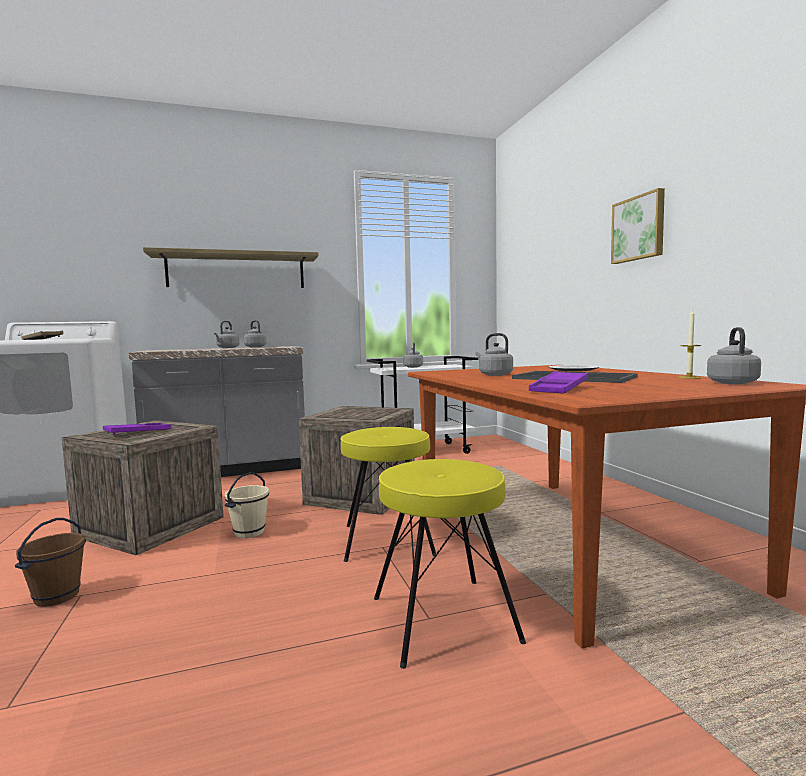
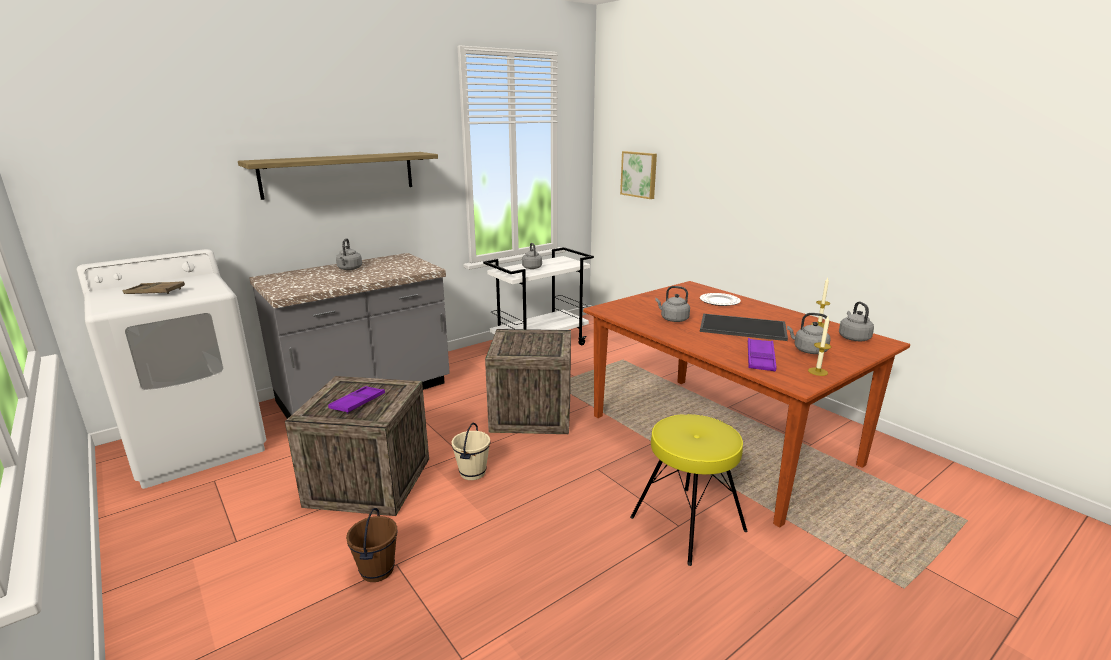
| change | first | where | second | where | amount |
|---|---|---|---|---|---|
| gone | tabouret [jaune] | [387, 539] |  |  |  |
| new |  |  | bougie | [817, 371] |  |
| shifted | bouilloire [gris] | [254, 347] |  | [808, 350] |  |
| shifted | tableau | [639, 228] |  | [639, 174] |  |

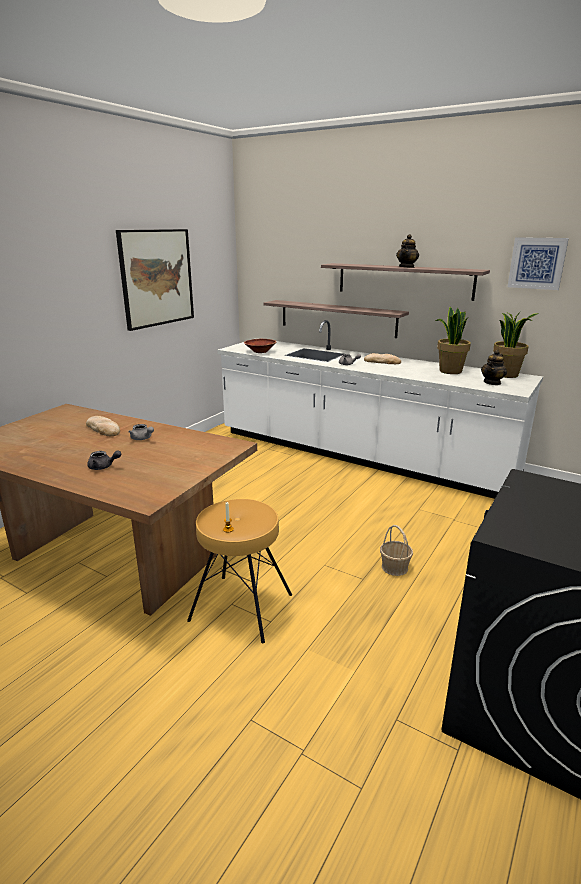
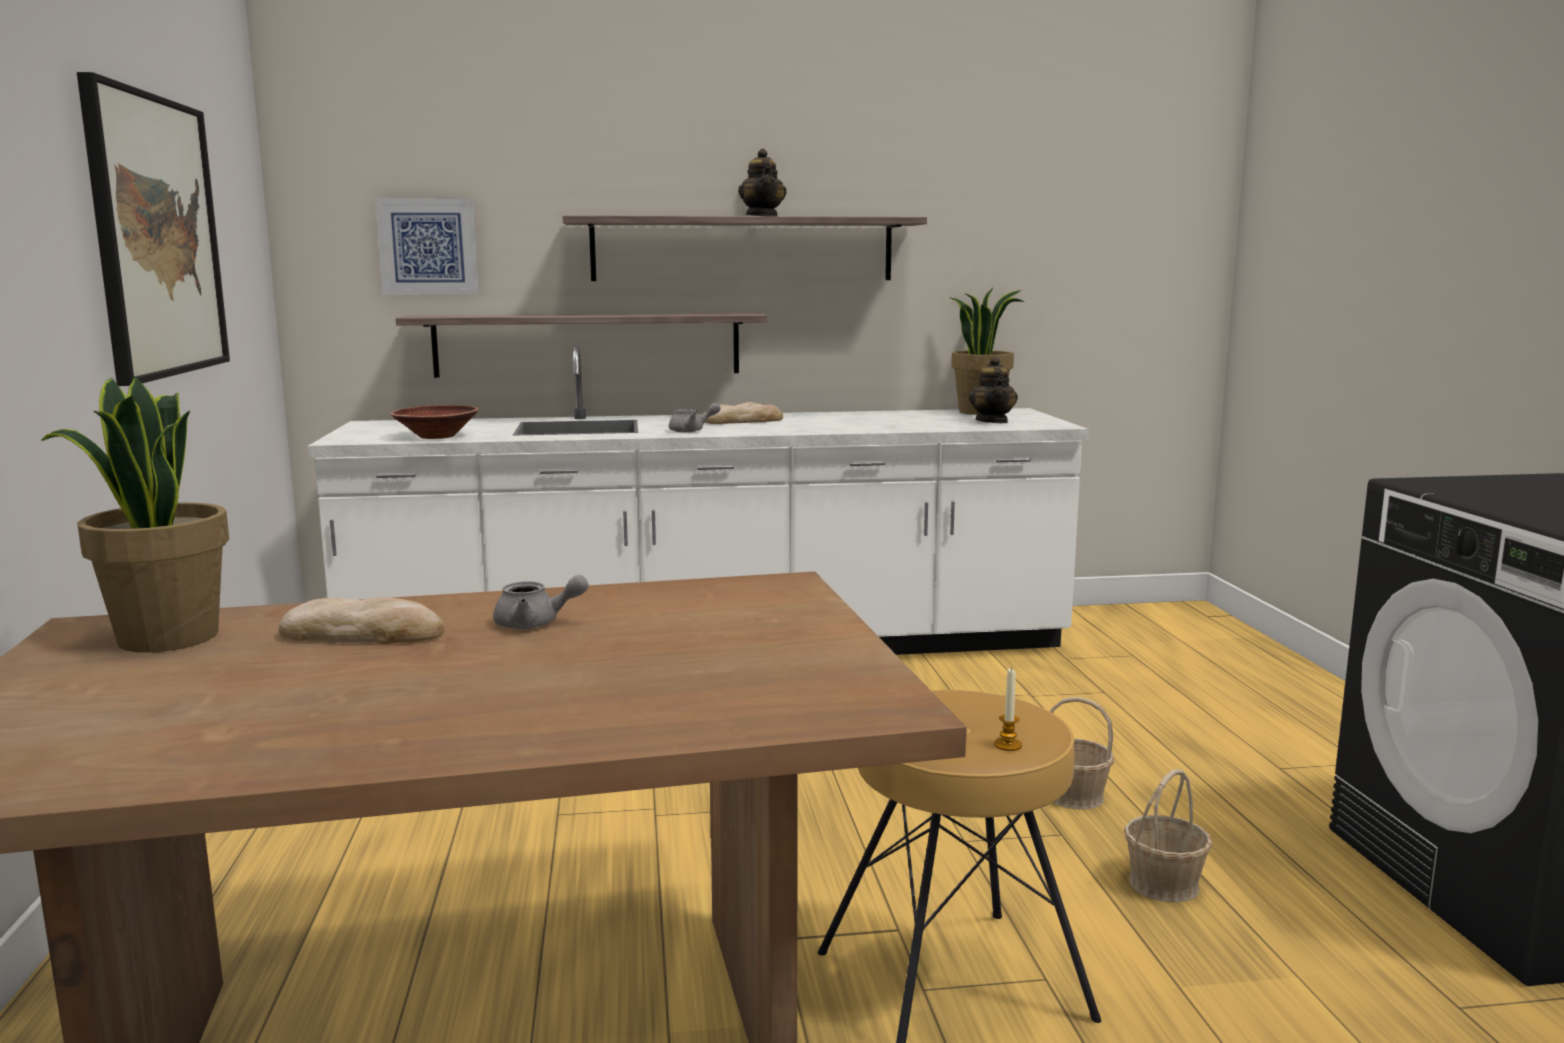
| change | first | where | second | where | amount |
|---|---|---|---|---|---|
| gone | théière [gris] | [103, 467] |  |  |  |
| new |  |  | panier | [1164, 884] |  |
| shifted | plante en pot | [450, 371] |  | [166, 638] |  |
| shifted | tableau | [537, 263] |  | [428, 247] |  |

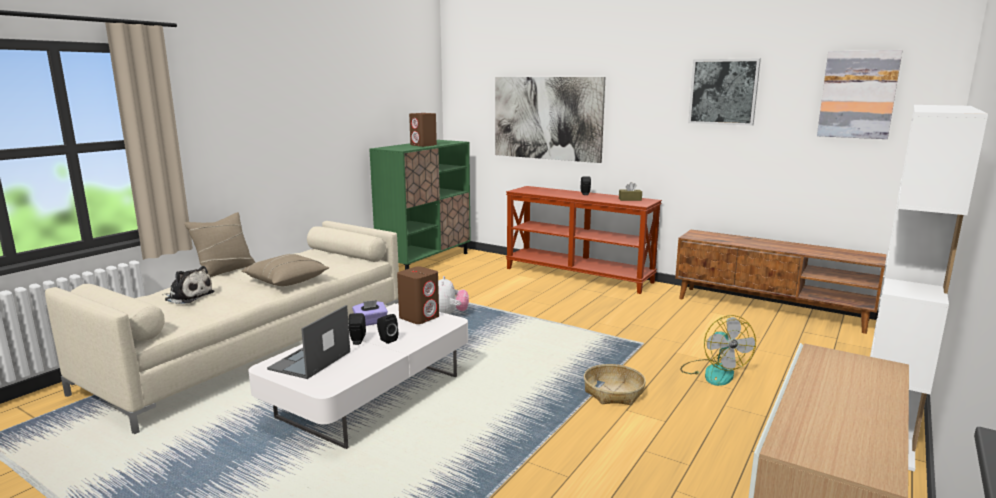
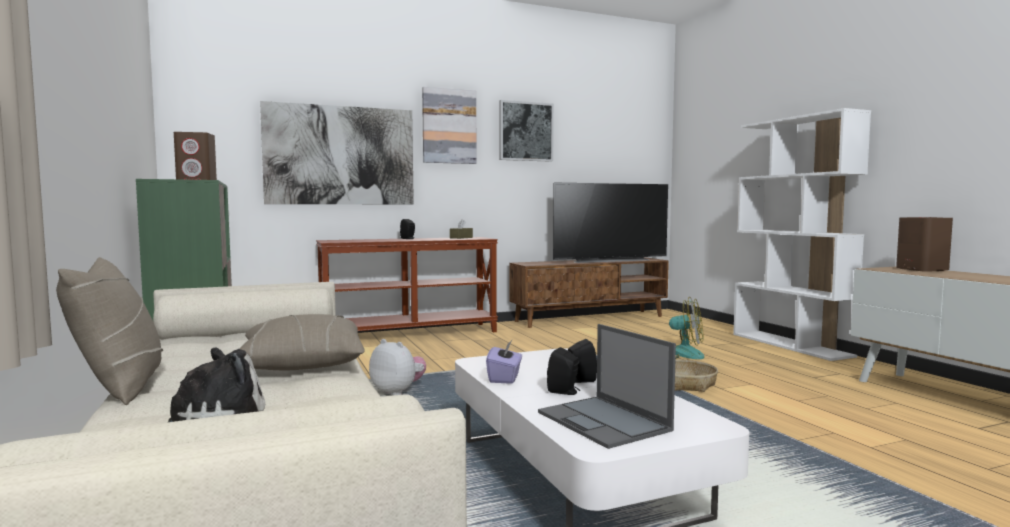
| change | first | where | second | where | amount |
|---|---|---|---|---|---|
| new |  |  | téléviseur | [609, 260] |  |
| shifted | enceinte [marron] | [419, 317] |  | [921, 269] |  |
| shifted | tableau | [858, 94] |  | [449, 126] |  |

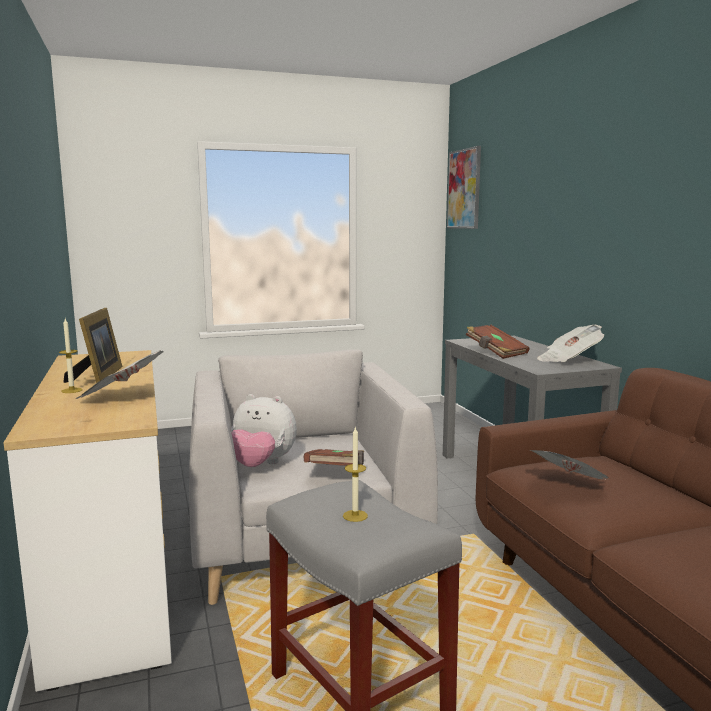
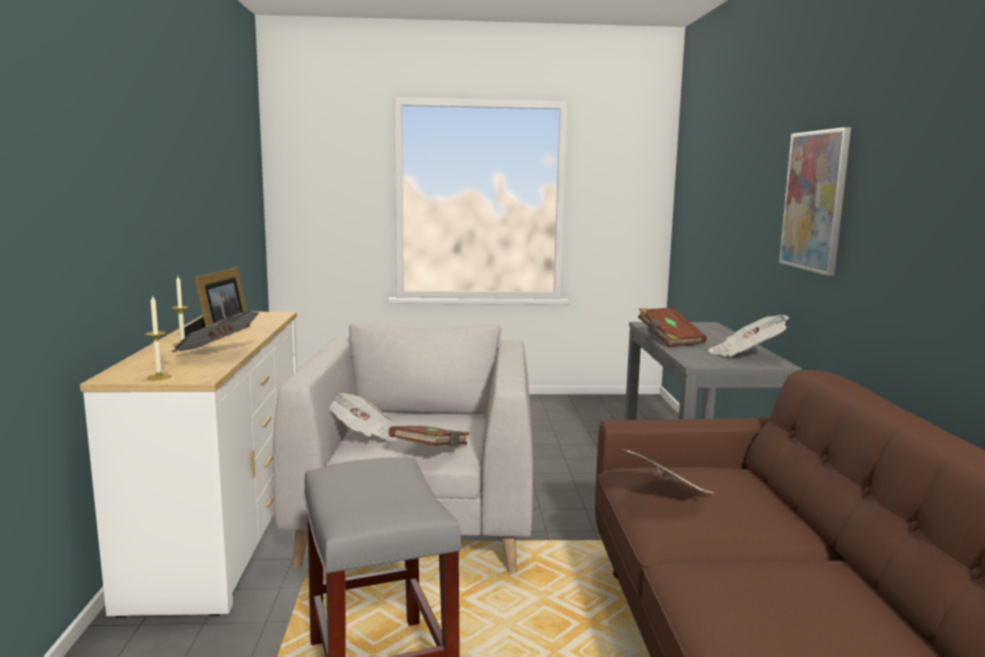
| change | first | where | second | where | amount |
|---|---|---|---|---|---|
| shifted | bougie | [355, 516] |  | [159, 377] |  |
| shifted | tableau | [464, 189] |  | [814, 201] |  |
| swapped | peluche | [261, 465] | journal | [364, 436] |  |

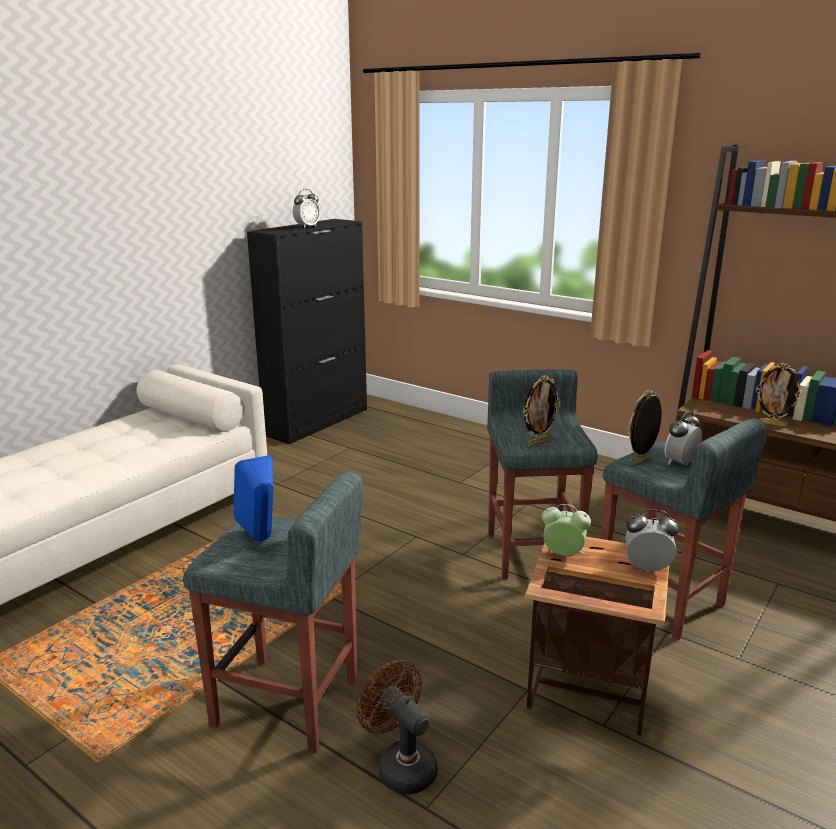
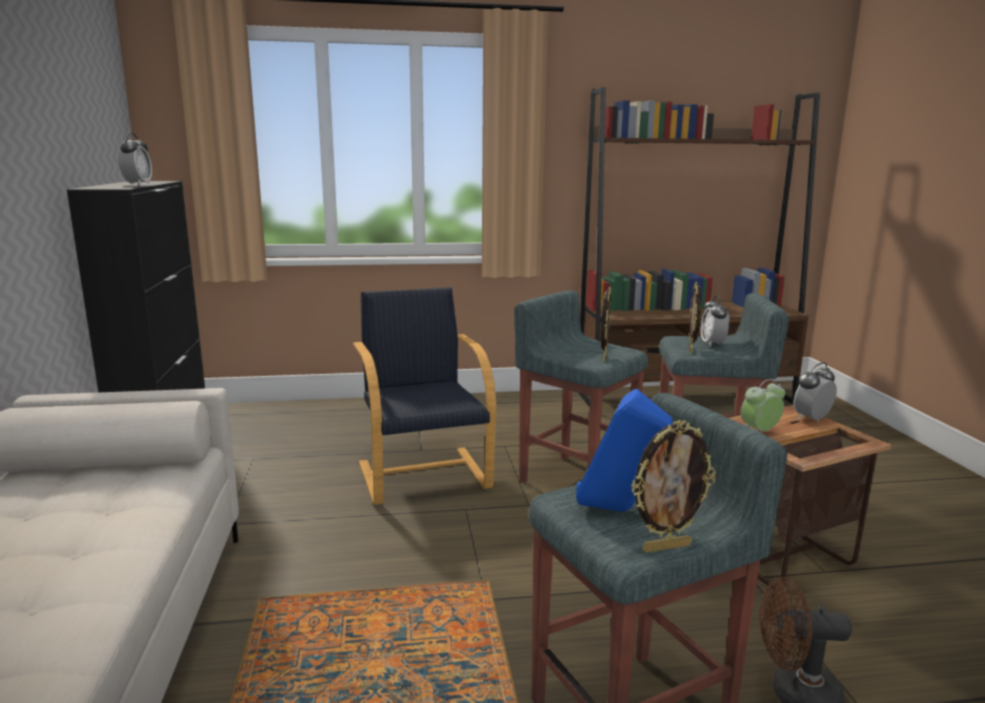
| change | first | where | second | where | amount |
|---|---|---|---|---|---|
| new |  |  | fauteuil [noir] | [423, 474] |  |
| shifted | cadre photo | [773, 424] |  | [666, 547] |  |

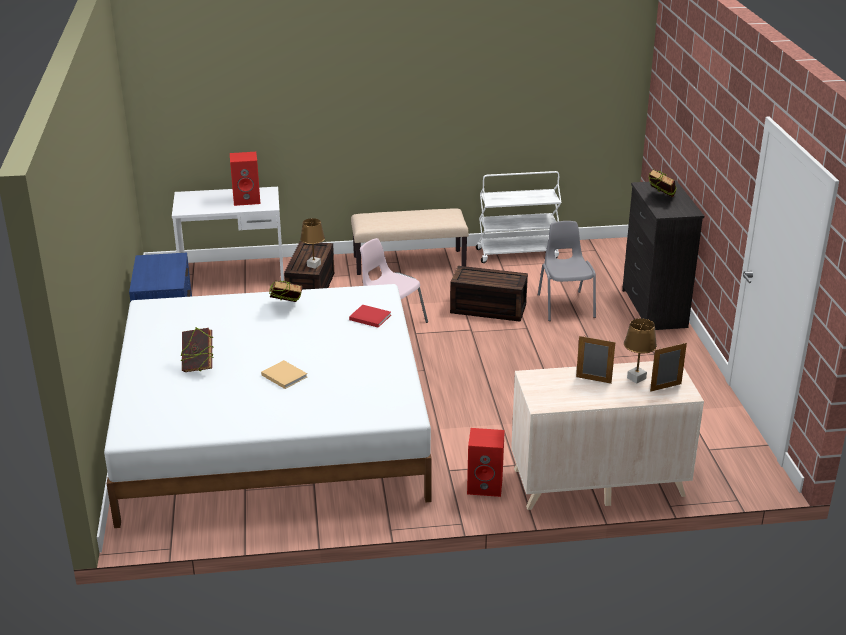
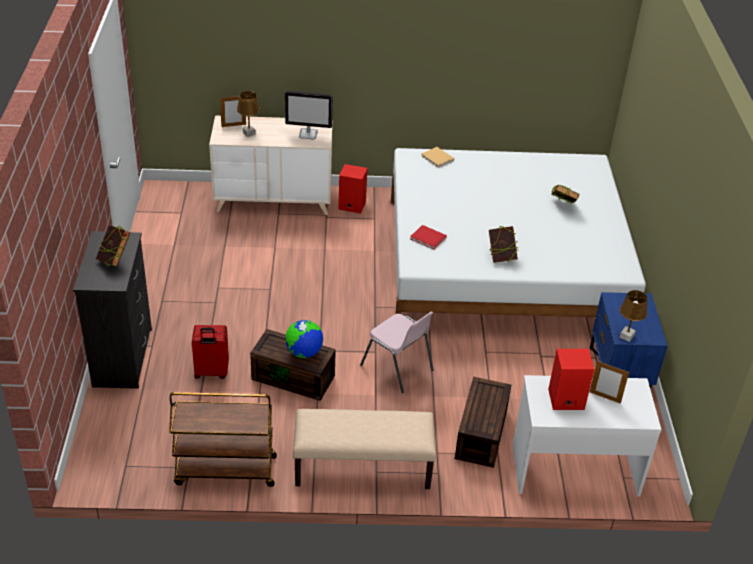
| change | first | where | second | where | amount |
|---|---|---|---|---|---|
| new |  |  | écran d'ordinateur | [308, 134] |  |
| new |  |  | globe | [304, 352] |  |
| shifted | livre [beige] | [283, 375] |  | [438, 159] |  |
| shifted | lampe de table [marron] | [313, 265] |  | [627, 336] |  |
| shifted | cadre photo | [593, 380] |  | [604, 397] |  |
| swapped | chaise [gris] | [565, 305] | valise [rouge] | [211, 372] |  |
| repainted | chariot [blanc] | [517, 253] | chariot [marron] | [225, 471] |  |

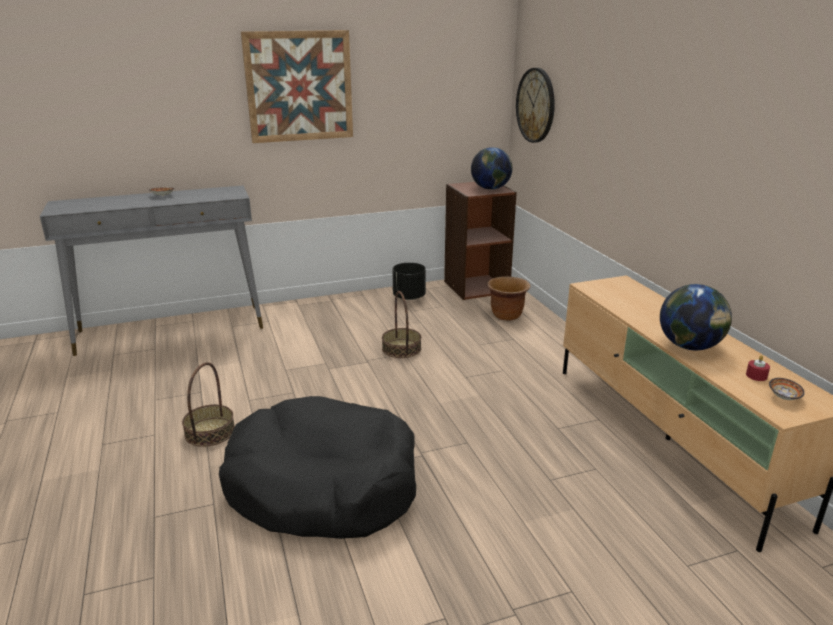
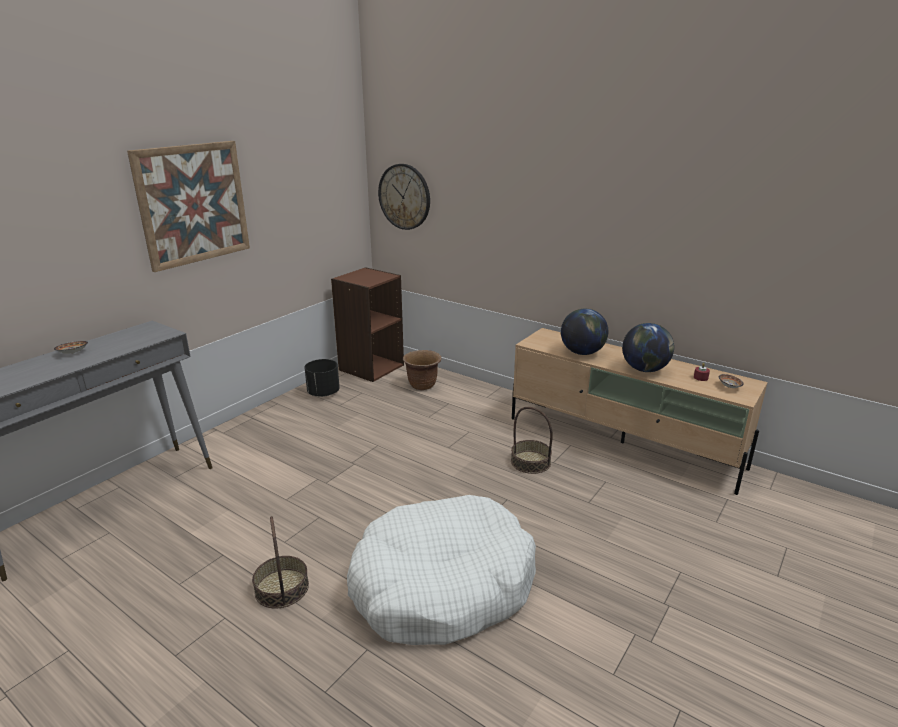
| change | first | where | second | where | amount |
|---|---|---|---|---|---|
| shifted | panier | [401, 349] |  | [530, 462] |  |
| shifted | globe | [490, 188] |  | [582, 352] |  |
| repainted | panier pour chien [noir] | [322, 486] | panier pour chien [blanc] | [442, 585] |  |

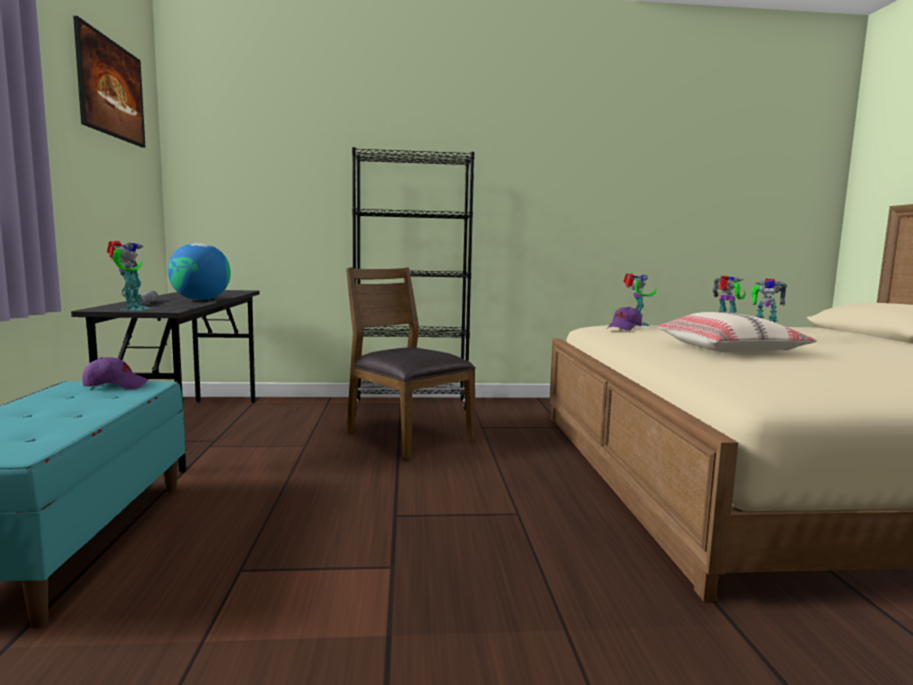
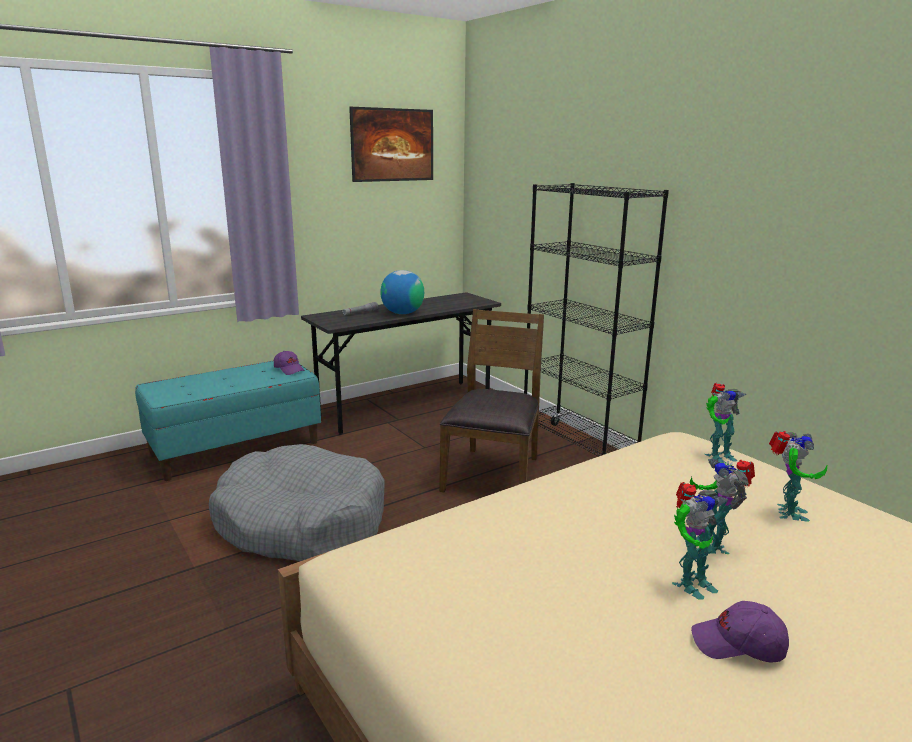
| change | first | where | second | where | amount |
|---|---|---|---|---|---|
| gone | coussin [beige] | [729, 349] |  |  |  |
| new |  |  | panier pour chien [gris] | [301, 522] |  |
| shifted | robot jouet | [132, 309] |  | [690, 583] |  |
| shifted | casquette [violet] | [624, 328] |  | [738, 645] |  |

